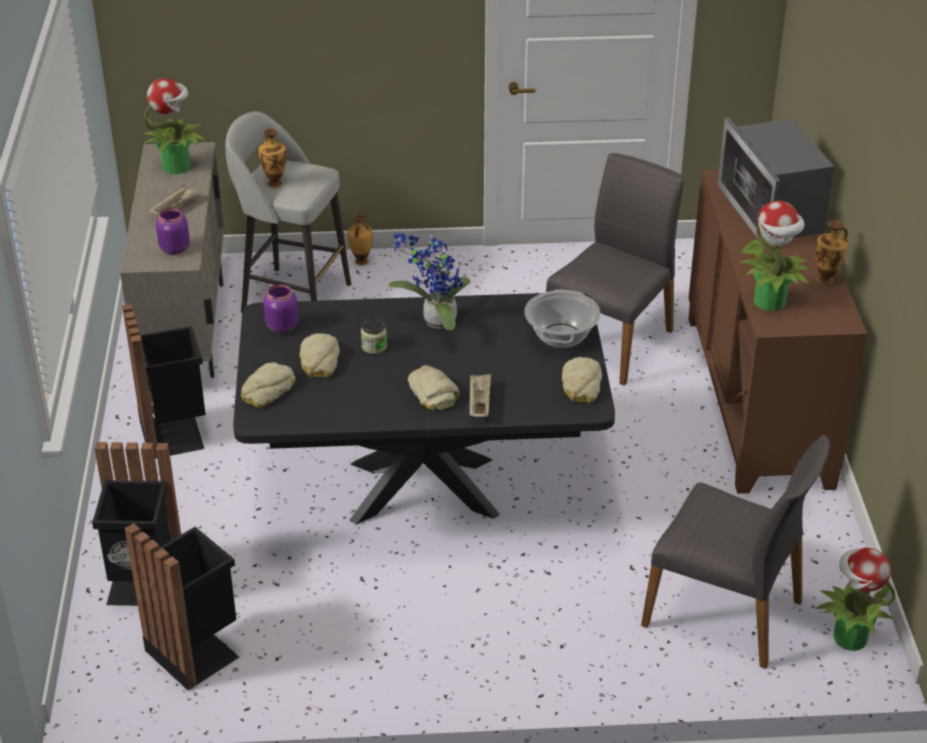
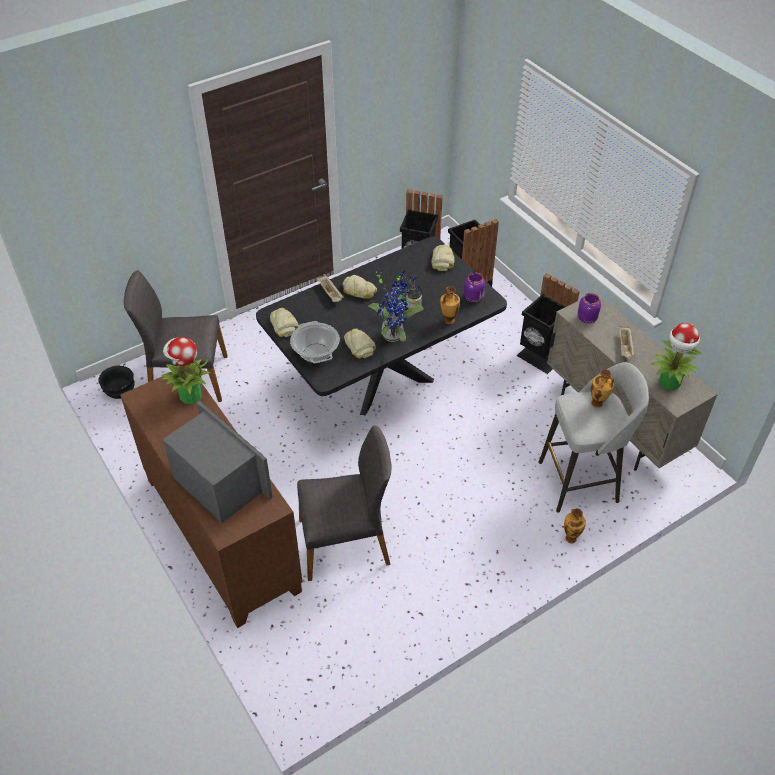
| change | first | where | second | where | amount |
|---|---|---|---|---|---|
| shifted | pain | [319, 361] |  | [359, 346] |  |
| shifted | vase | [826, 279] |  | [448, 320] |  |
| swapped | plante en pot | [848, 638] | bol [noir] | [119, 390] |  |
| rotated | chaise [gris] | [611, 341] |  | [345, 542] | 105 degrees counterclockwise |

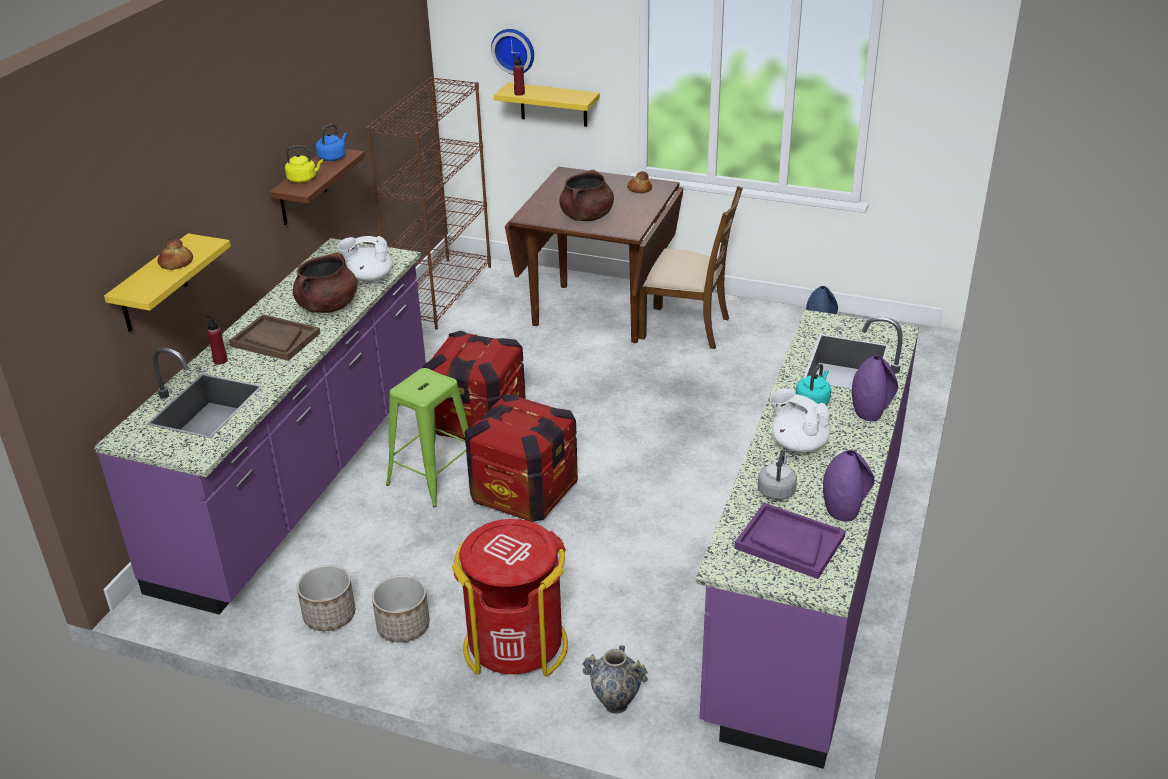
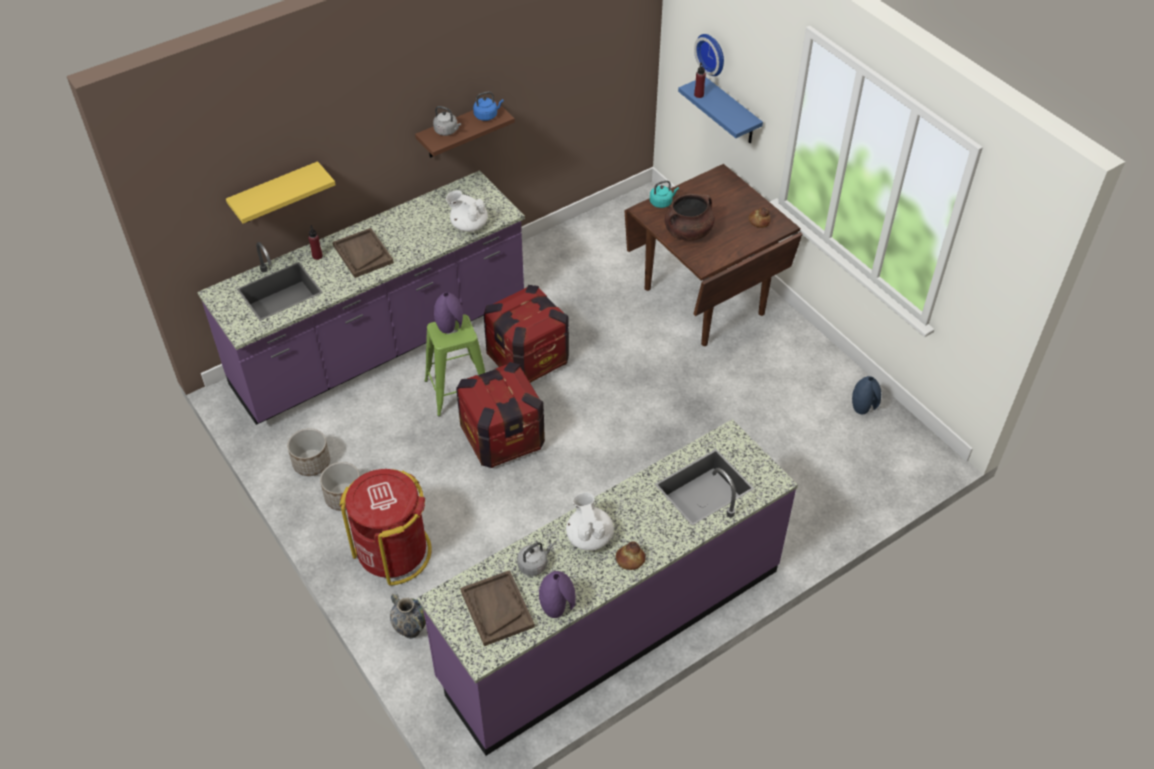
| change | first | where | second | where | amount |
|---|---|---|---|---|---|
| gone | marmite [marron] | [328, 306] |  |  |  |
| gone | bibliothèque [marron] | [442, 292] |  |  |  |
| gone | chaise [marron] | [685, 327] |  |  |  |
| shifted | pain | [176, 263] |  | [630, 560] |  |
| shifted | bouilloire [turquoise] | [813, 401] |  | [662, 202] |  |
| shifted | vase [violet] | [870, 412] |  | [450, 326] |  |
| repainted | bouilloire [jaune] | [303, 179] | bouilloire [gris] | [447, 131] |  |
| repainted | étagère [jaune] | [553, 105] | étagère [bleu] | [731, 112] |  |
| repainted | plateau [violet] | [789, 543] | plateau [marron] | [497, 609] |  |

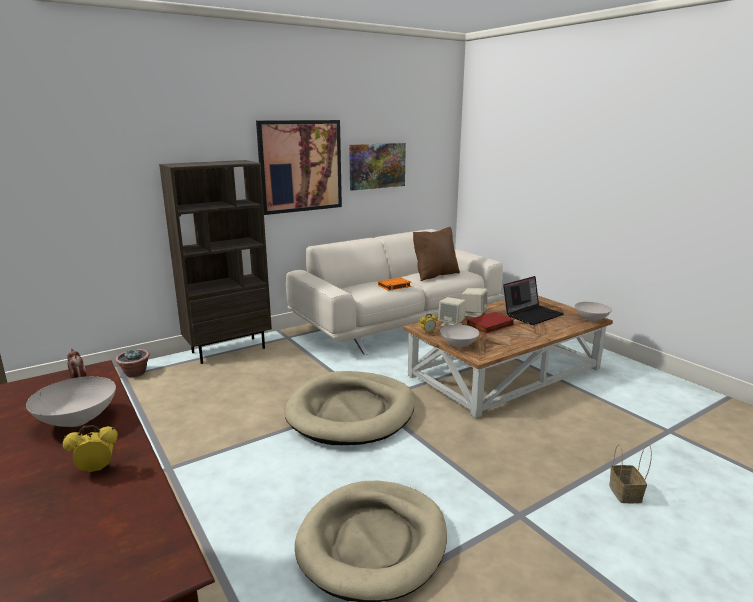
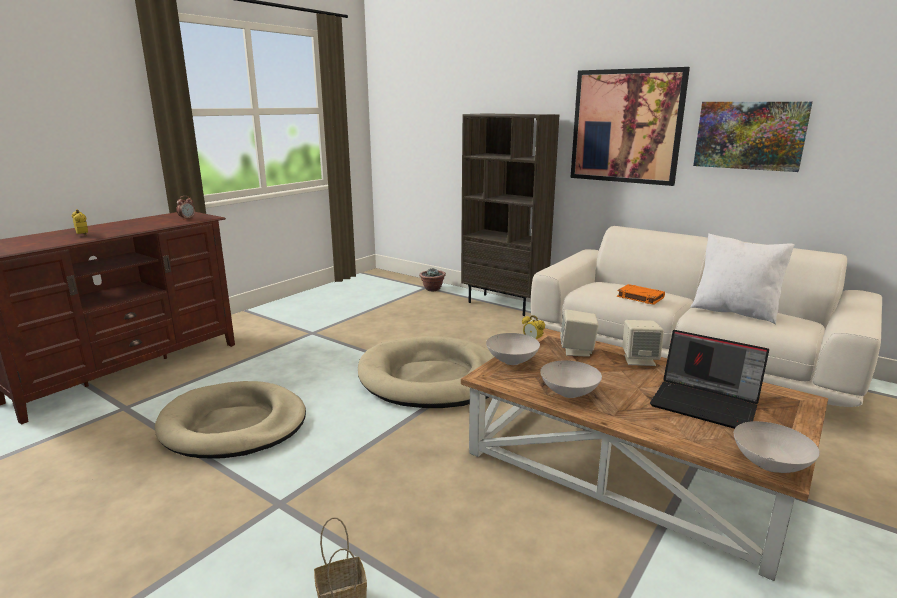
| change | first | where | second | where | amount |
|---|---|---|---|---|---|
| gone | livre [rouge] | [491, 325] |  |  |  |
| shifted | bol [blanc] | [77, 420] |  | [569, 393] |  |
| repainted | coussin [marron] | [435, 275] | coussin [blanc] | [734, 312] |  |

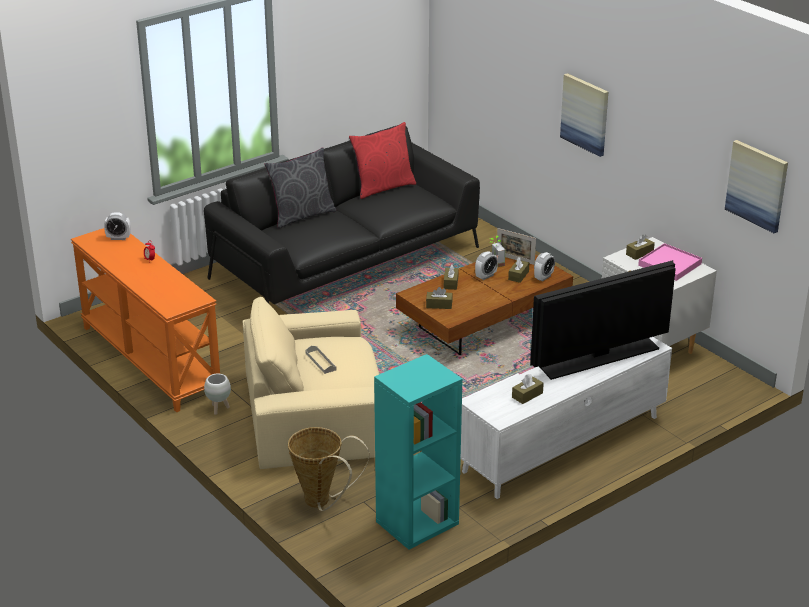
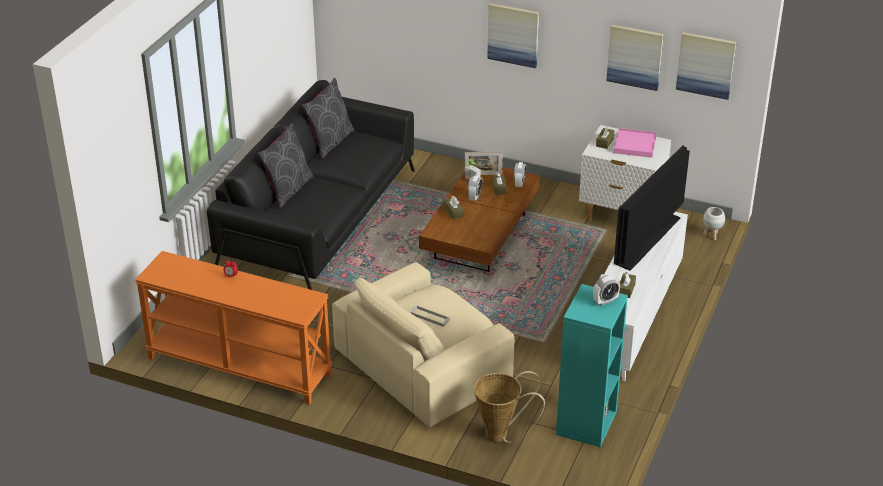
| change | first | where | second | where | amount |
|---|---|---|---|---|---|
| gone | boîte à mouchoirs [marron] | [439, 305] |  |  |  |
| new |  |  | tableau | [635, 56] |  |
| shifted | réveil | [118, 238] |  | [605, 301] |  |
| shifted | cache-pot [blanc] | [219, 409] |  | [712, 235] |  |
| repainted | coussin [rouge] | [383, 187] | coussin [gris] | [329, 142] |  |

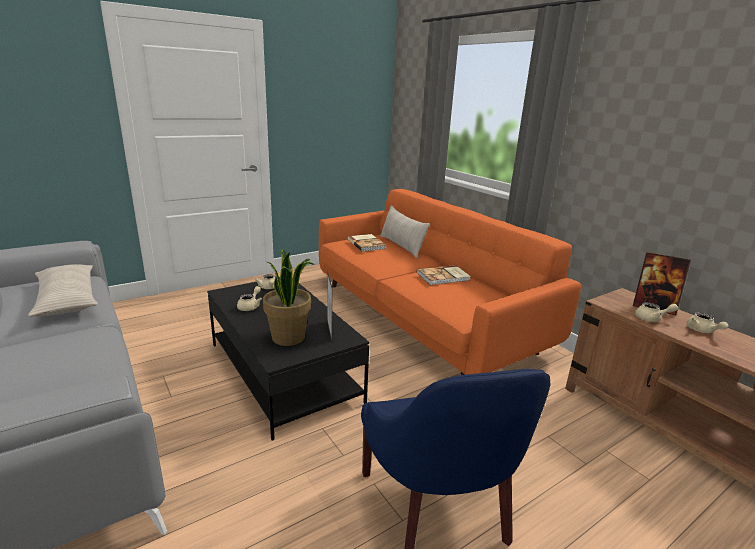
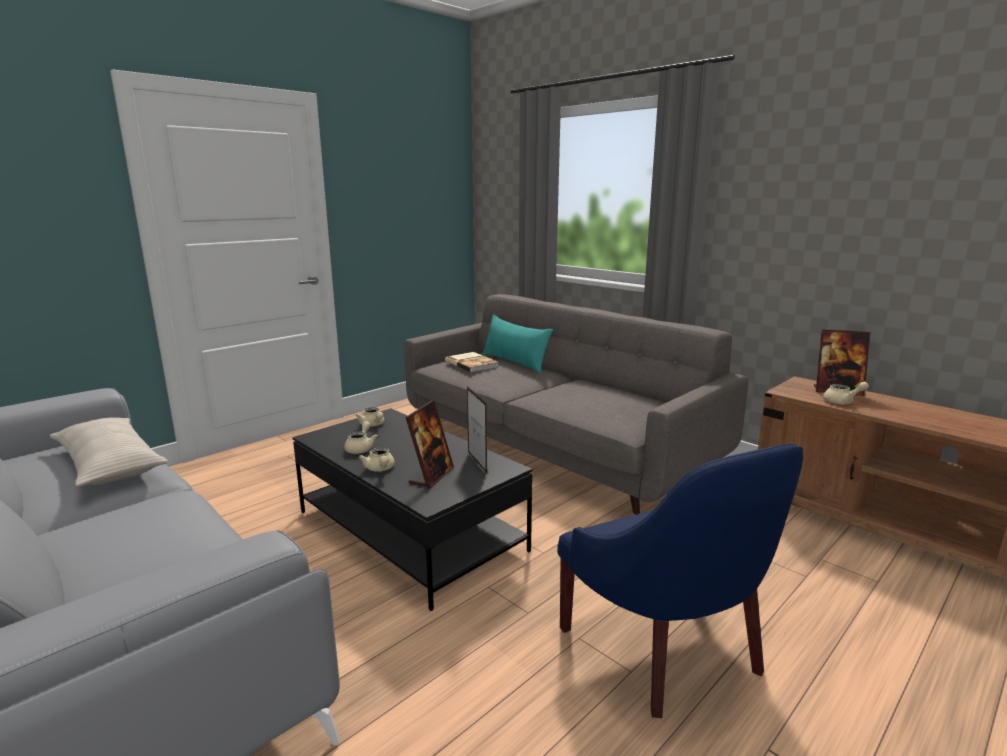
| change | first | where | second | where | amount |
|---|---|---|---|---|---|
| gone | livre | [444, 277] |  |  |  |
| shifted | théière [beige] | [702, 331] |  | [380, 469] |  |
| swapped | plante en pot | [289, 337] | cadre photo | [431, 476] |  |
| repainted | canapé [orange] | [421, 316] | canapé [gris] | [553, 446] |  |
| repainted | coussin [beige] | [401, 246] | coussin [turquoise] | [514, 362] |  |

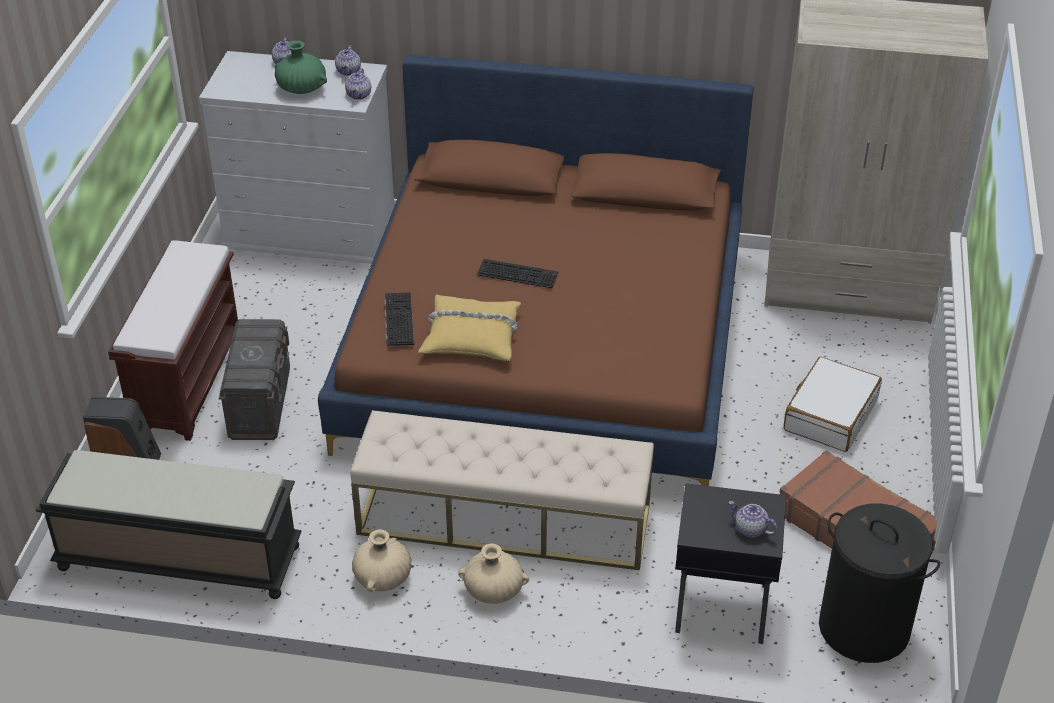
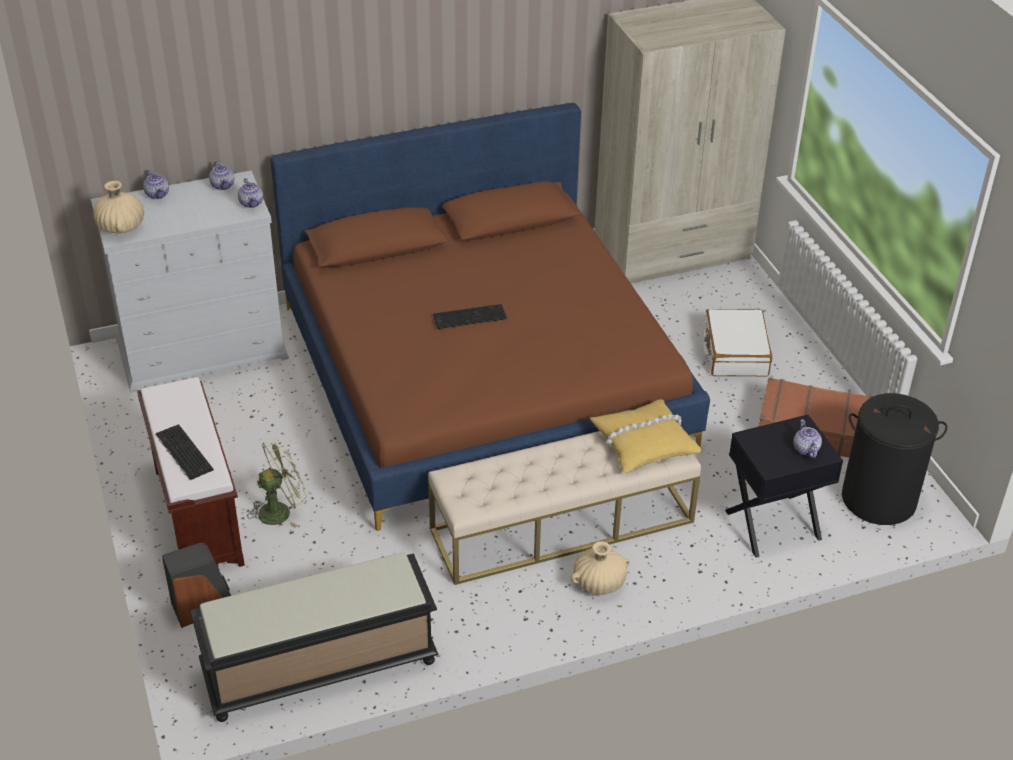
| change | first | where | second | where | amount |
|---|---|---|---|---|---|
| gone | vase [vert] | [302, 89] |  |  |  |
| shifted | vase [beige] | [382, 578] |  | [121, 227] |  |
| shifted | clavier | [398, 319] |  | [182, 452] |  |
| shifted | coussin [jaune] | [471, 336] |  | [643, 443] |  |
| swapped | boîte de rangement [gris] | [260, 403] | ventilateur [vert] | [281, 510] |  |
| rotated | théière | [750, 529] |  | [805, 449] | 75 degrees clockwise |

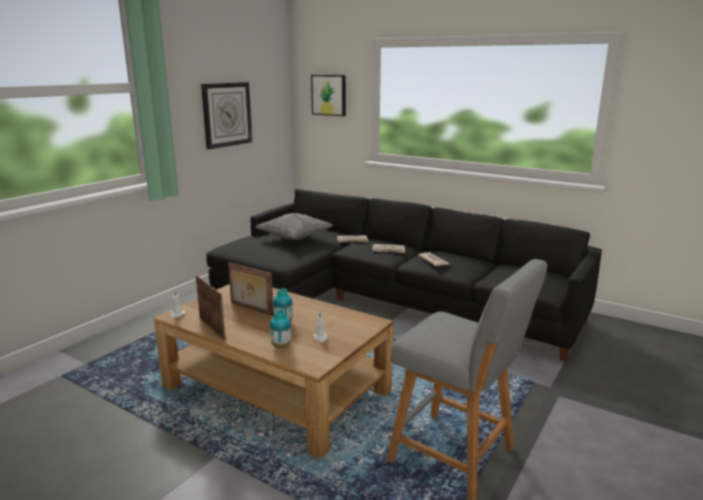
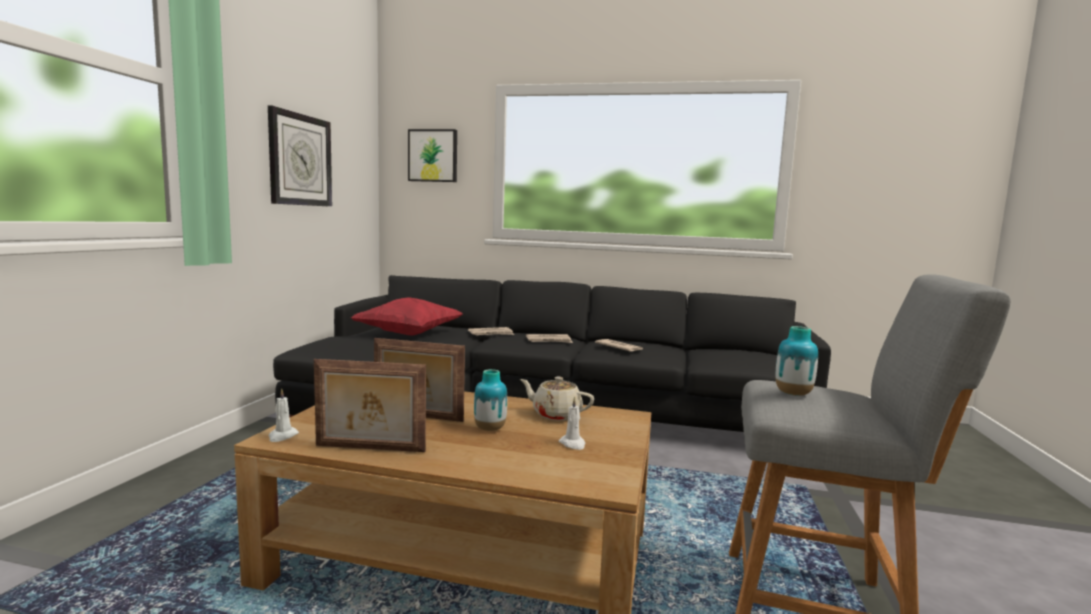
| change | first | where | second | where | amount |
|---|---|---|---|---|---|
| new |  |  | théière [beige] | [555, 415] |  |
| shifted | vase | [281, 346] |  | [793, 394] |  |
| repainted | coussin [gris] | [294, 238] | coussin [rouge] | [408, 334] |  |
| rotated | cadre photo | [213, 328] |  | [369, 449] | 150 degrees clockwise |

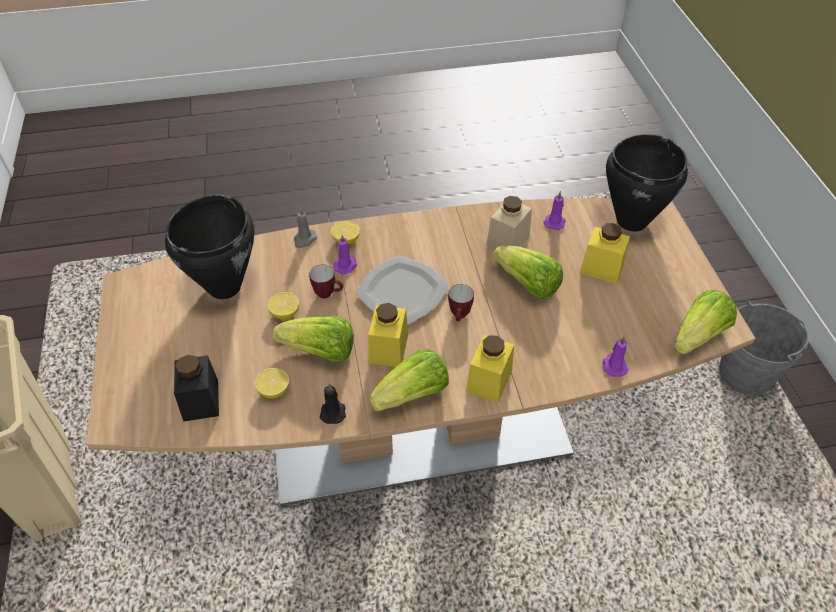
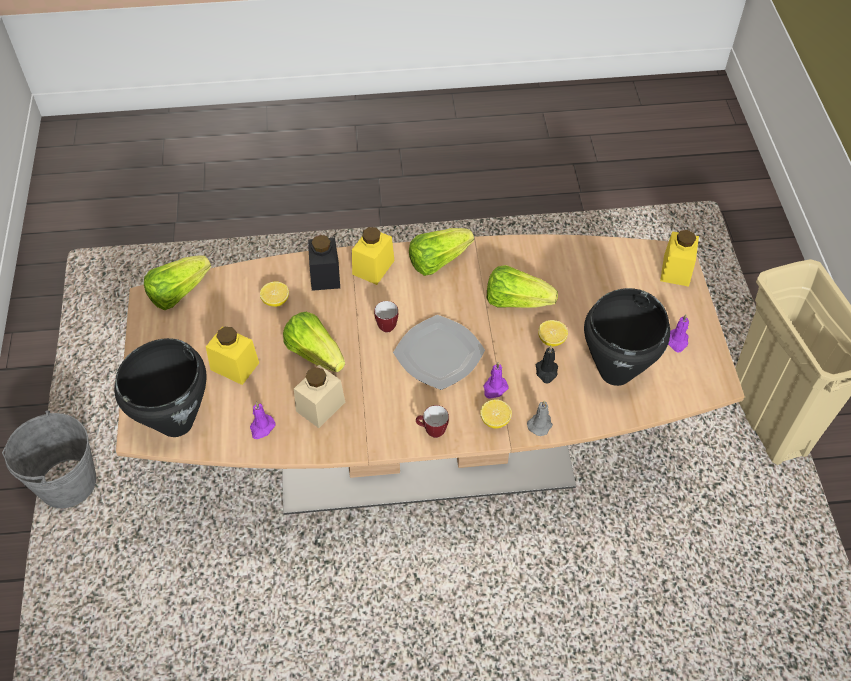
| change | first | where | second | where | amount |
|---|---|---|---|---|---|
| shifted | bocal [noir] | [201, 400] |  | [325, 275] |  |
| shifted | citron | [274, 390] |  | [276, 301] |  |
| shifted | mug | [328, 294] |  | [431, 432] |  |
| shifted | bougie [noir] | [333, 411] |  | [546, 372] |  |
| shifted | bocal [jaune] | [388, 348] |  | [676, 270] |  |
| shifted | bougie [violet] | [614, 365] |  | [677, 341] |  |

